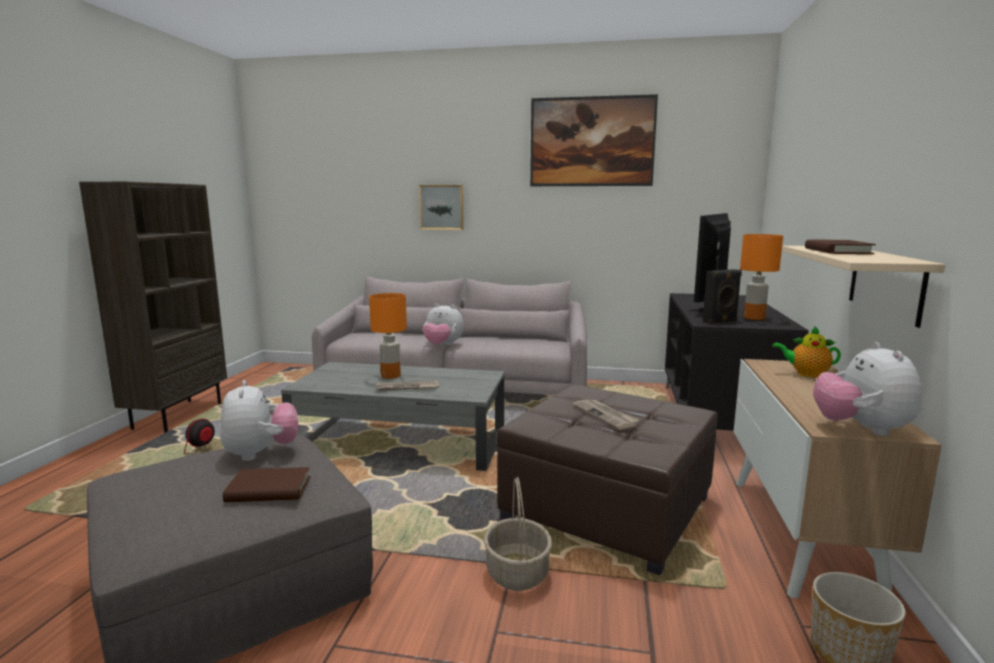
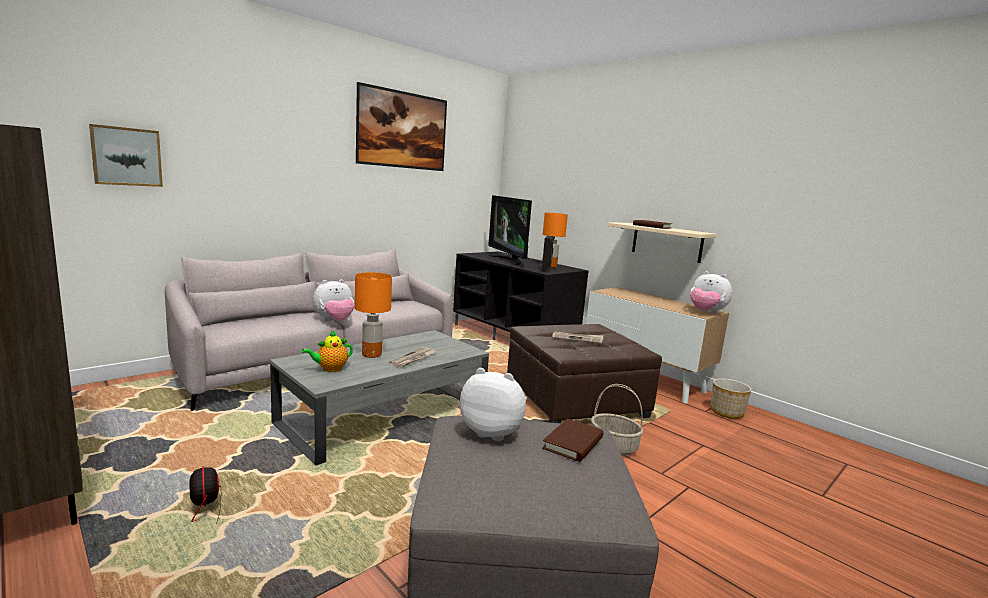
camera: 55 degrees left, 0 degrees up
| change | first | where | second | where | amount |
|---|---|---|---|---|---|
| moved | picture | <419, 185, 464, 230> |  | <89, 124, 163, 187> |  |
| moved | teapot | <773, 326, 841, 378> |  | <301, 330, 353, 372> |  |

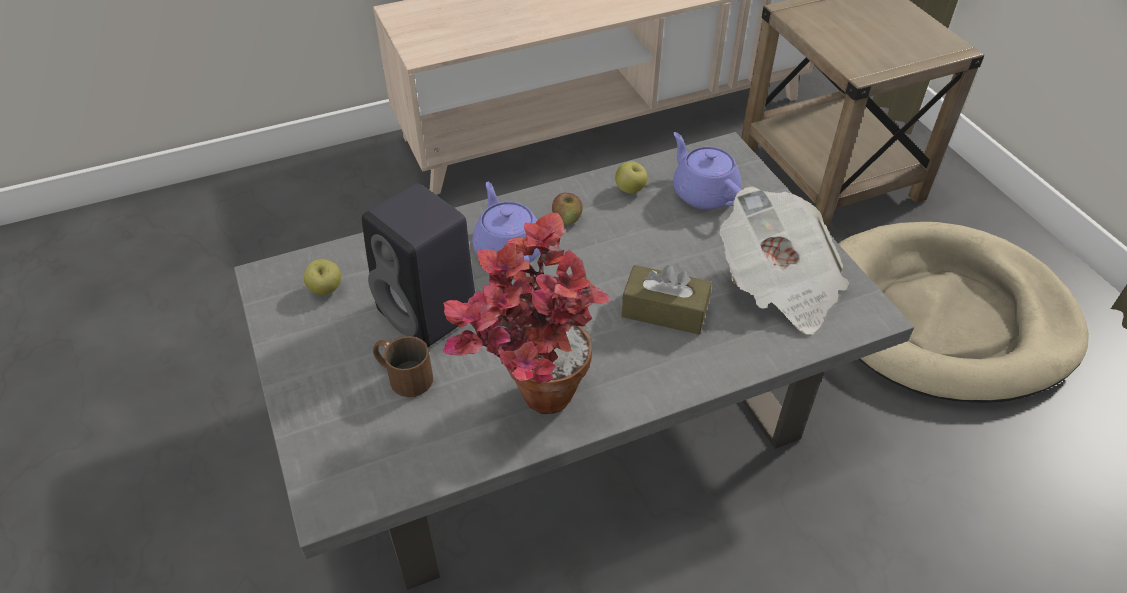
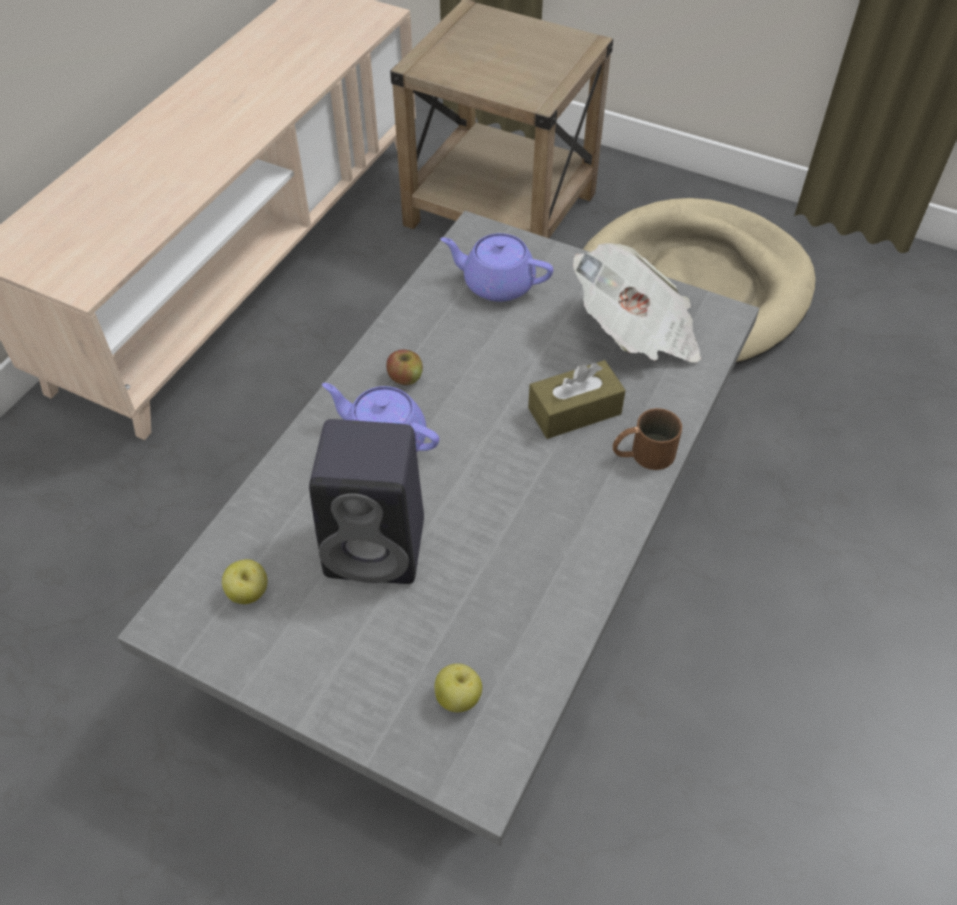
camera: 40 degrees left, 5 degrees up
| change | first | where | second | where | amount |
|---|---|---|---|---|---|
| moved | apple | <615, 161, 647, 194> |  | <435, 663, 482, 712> |  |
| moved | brown_mug | <373, 336, 433, 397> |  | <613, 408, 682, 470> |  |
| removed | potted_plant | <443, 213, 611, 414> |  |  |  |

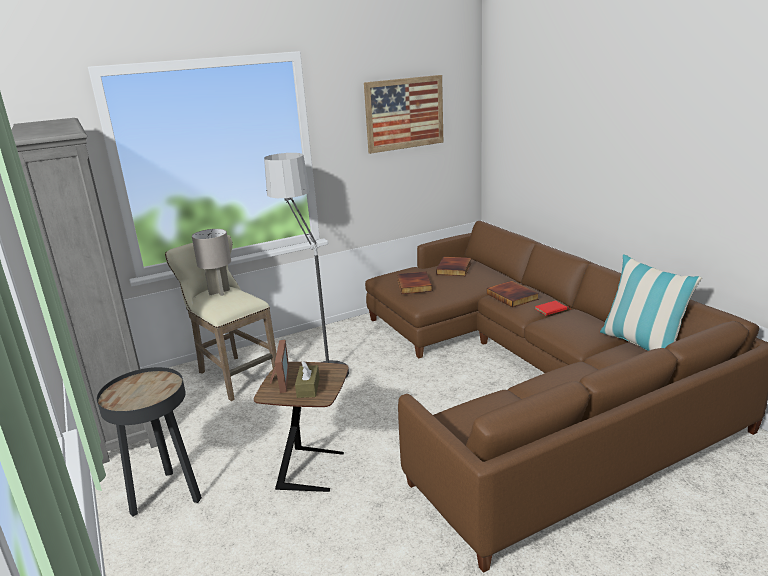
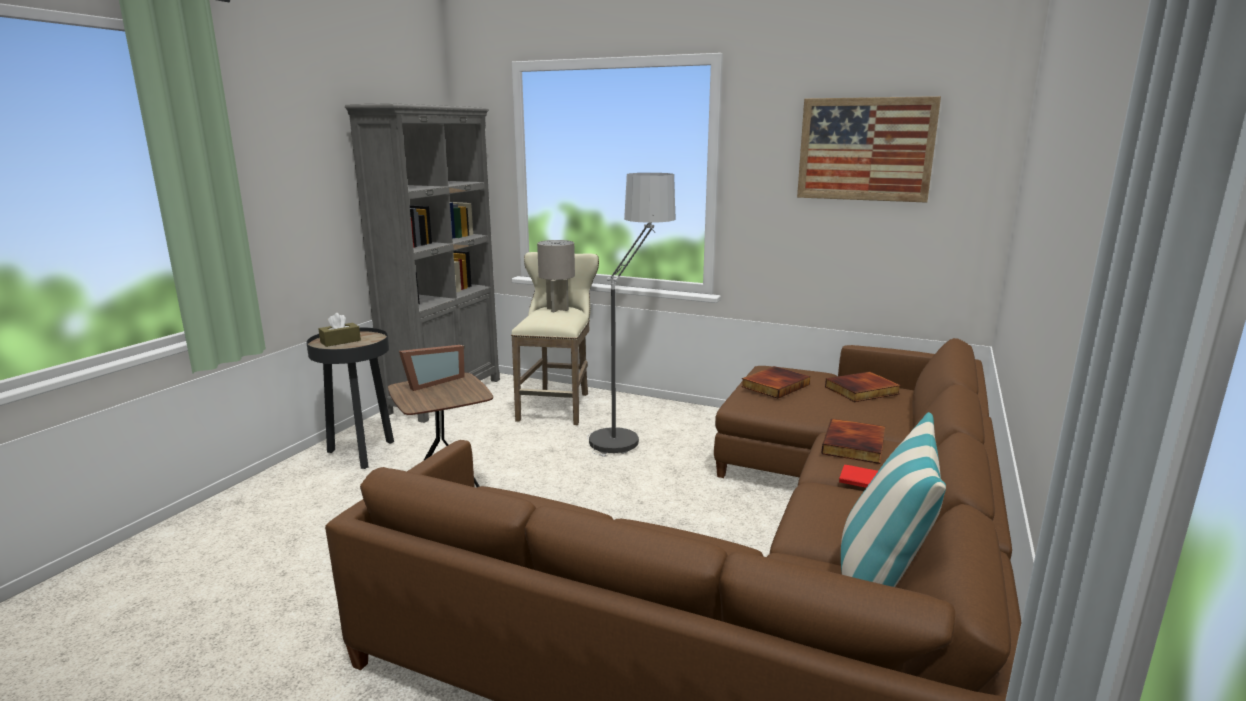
camera: 50 degrees right, 5 degrees down
| change | first | where | second | where | amount |
|---|---|---|---|---|---|
| moved | brown_tissue_box | <295, 361, 320, 398> |  | <319, 313, 361, 347> |  |

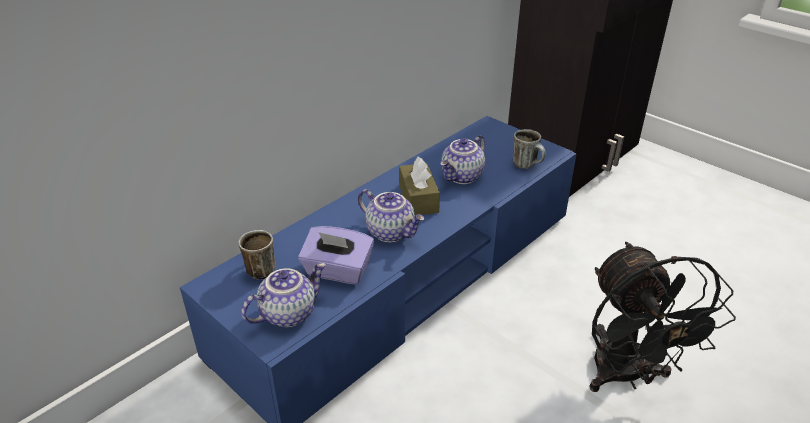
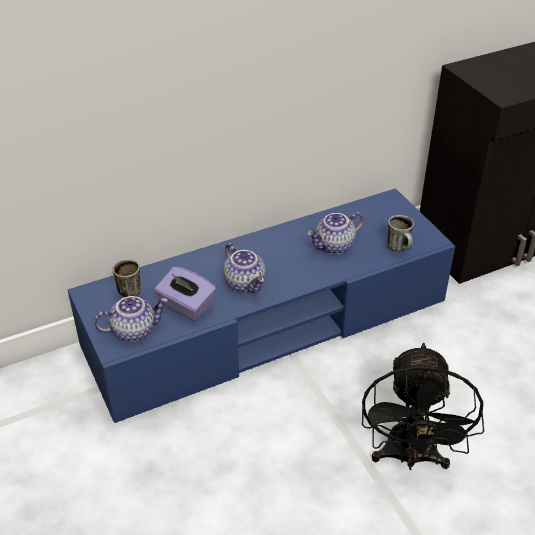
camera: 20 degrees right, 5 degrees up
| change | first | where | second | where | amount |
|---|---|---|---|---|---|
| removed | brown_tissue_box | <399, 157, 440, 216> |  |  |  |

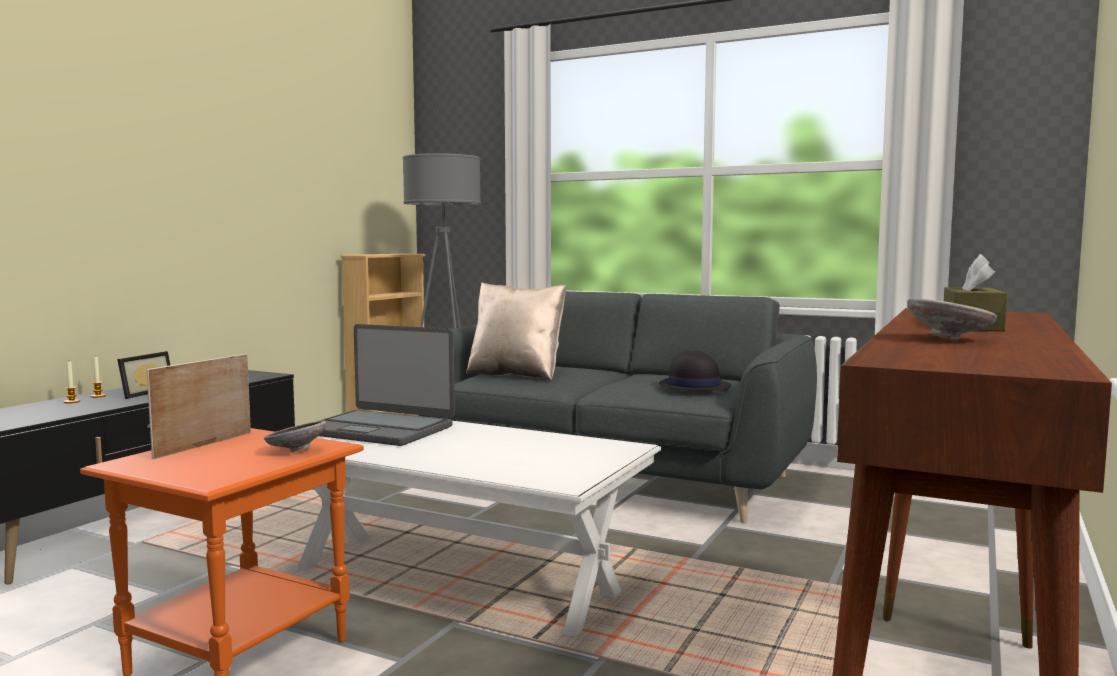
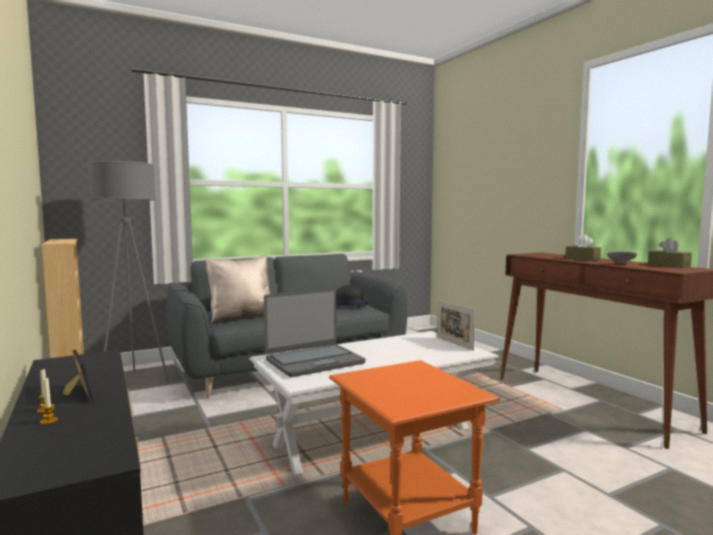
camera: 55 degrees left, 0 degrees up
| change | first | where | second | where | amount |
|---|---|---|---|---|---|
| moved | picture_frame | <147, 354, 251, 459> |  | <437, 300, 475, 351> |  |
| added |  |  | brown_tissue_box | <648, 238, 692, 268> |  |
| removed | grey_bowl | <264, 420, 326, 452> |  |  |  |

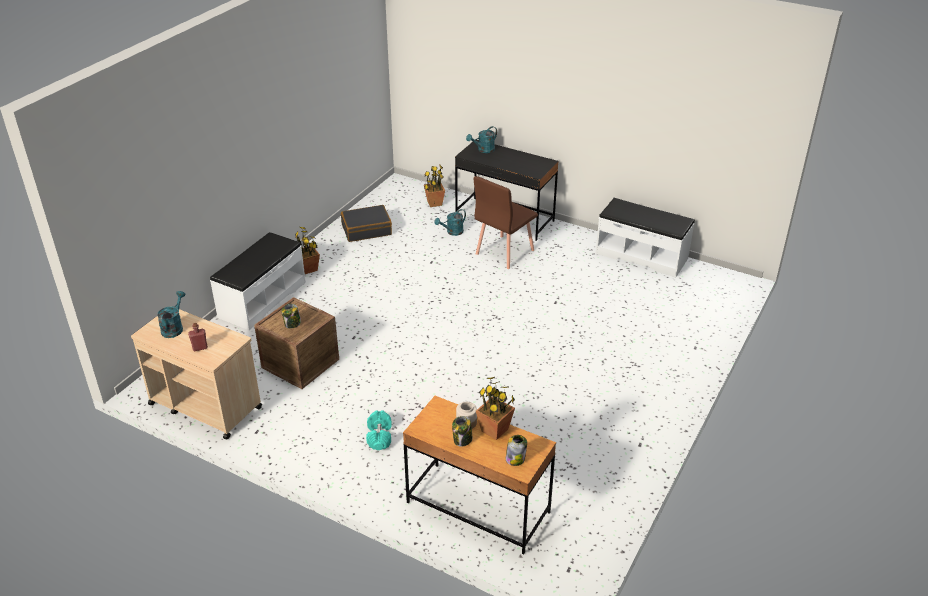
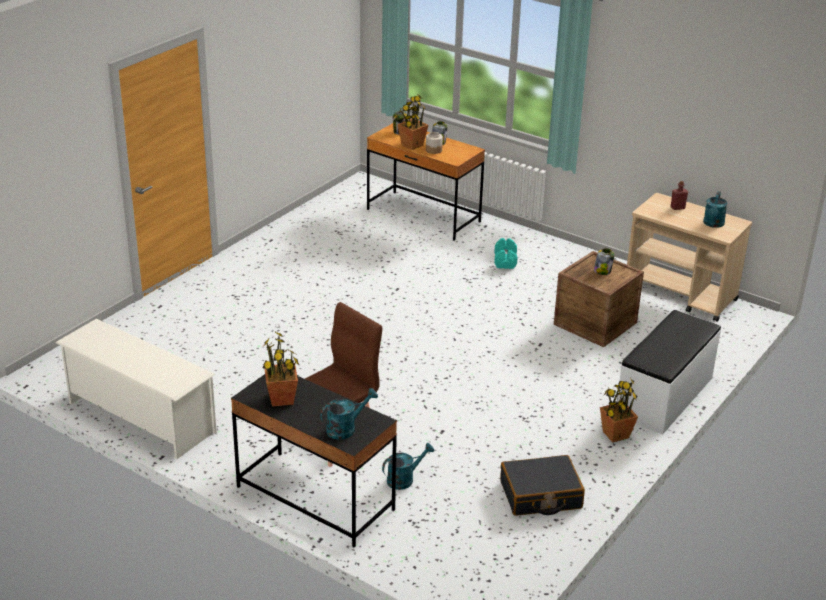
camera: 175 degrees left, 5 degrees down
| change | first | where | second | where | amount |
|---|---|---|---|---|---|
| replaced | white_bench | <596, 198, 695, 278> | white_shoe_rack | <56, 319, 217, 459> |  |
| moved | potted_plant | <424, 165, 445, 207> |  | <263, 331, 299, 406> |  |

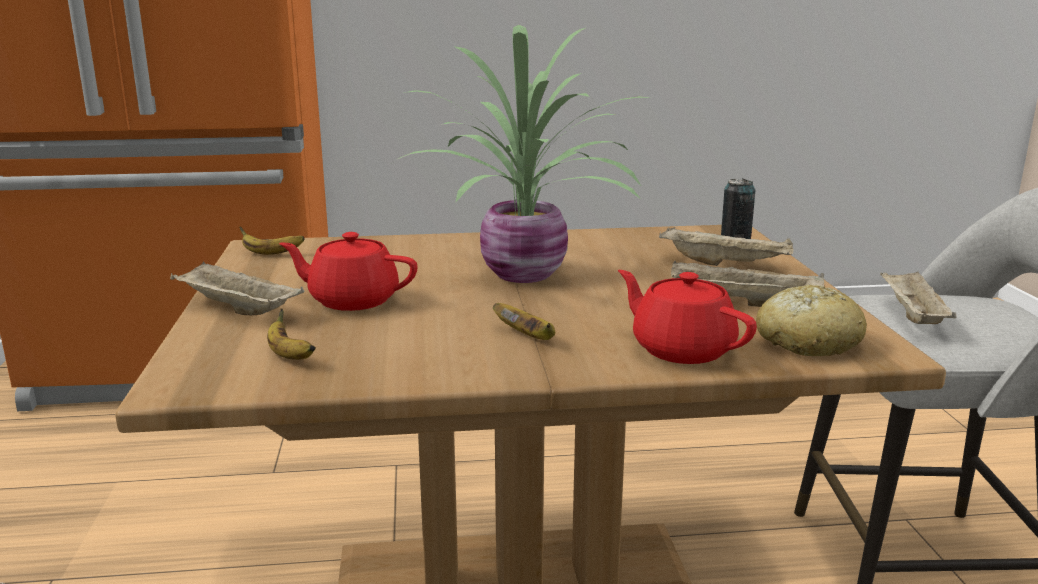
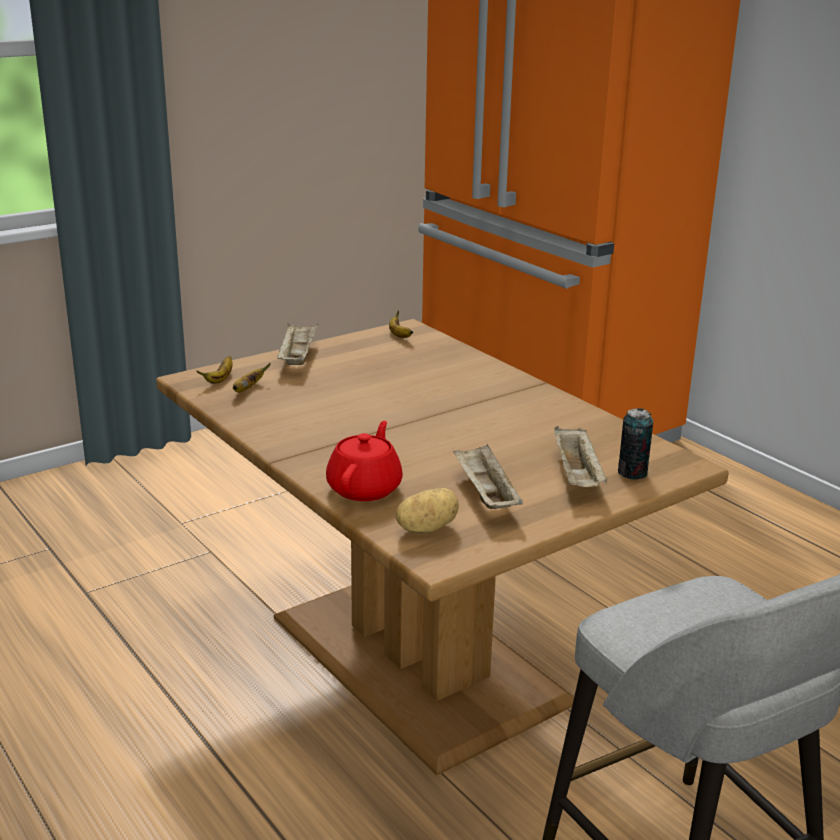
camera: 60 degrees right, 5 degrees up
| change | first | where | second | where | amount |
|---|---|---|---|---|---|
| moved | banana | <493, 303, 555, 340> |  | <197, 356, 233, 383> |  |
| replaced | bread | <756, 284, 867, 356> | potato | <396, 488, 459, 534> |  |
| removed | red_teapot | <279, 232, 418, 311> |  |  |  |
| removed | potted_plant | <388, 25, 651, 283> |  |  |  |
| removed | beige_tray | <880, 272, 957, 324> |  |  |  |

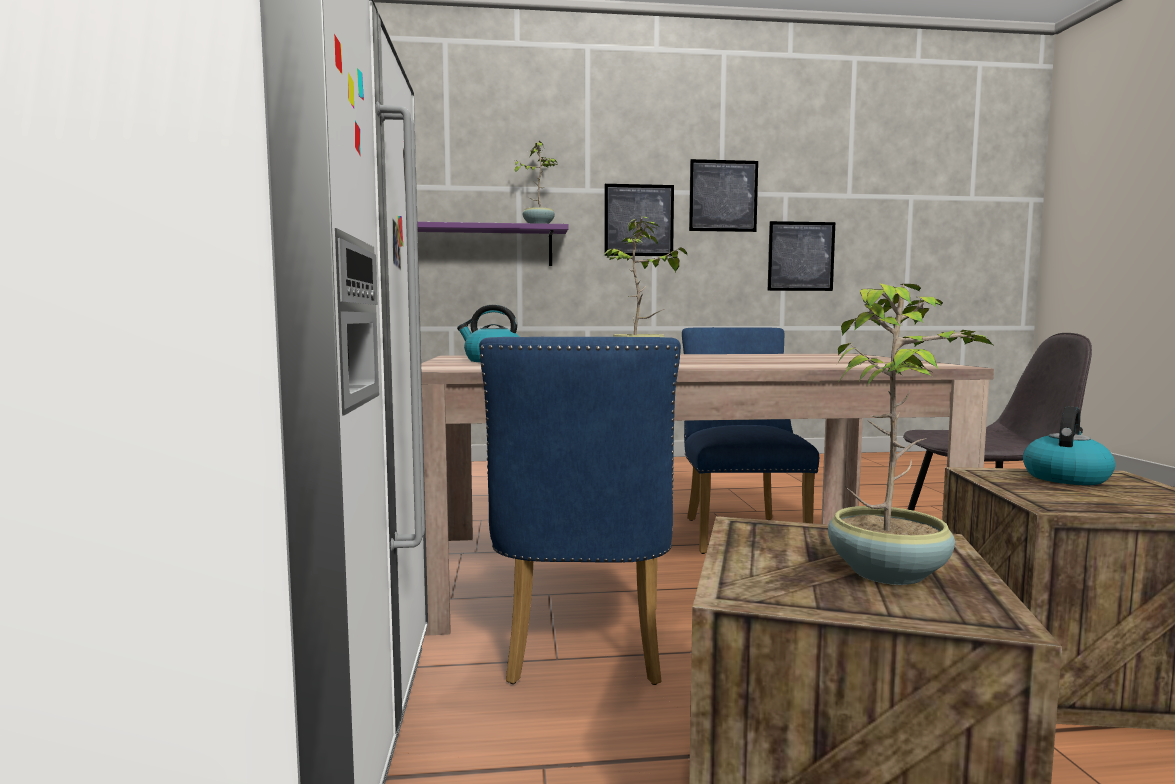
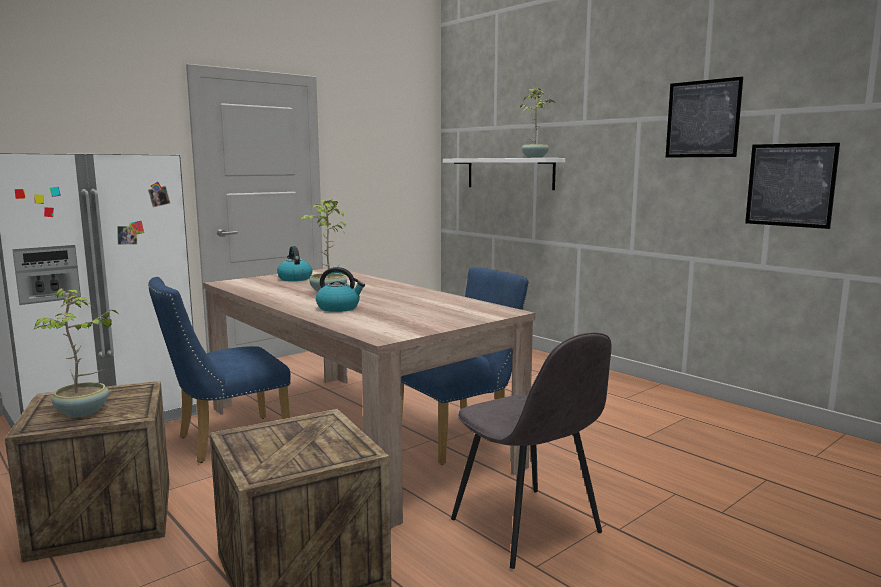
camera: 55 degrees right, 5 degrees up
| change | first | where | second | where | amount |
|---|---|---|---|---|---|
| moved | kettle | <1023, 407, 1115, 485> |  | <316, 267, 365, 312> |  |
| recoloured | purple_shelf | <417, 222, 569, 266> | white_shelf | <443, 158, 565, 190> |  |
| removed | picture | <604, 184, 674, 256> |  |  |  |

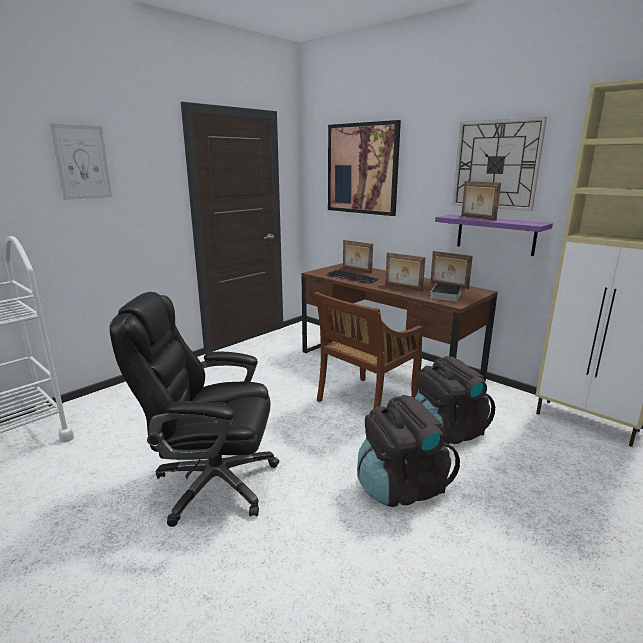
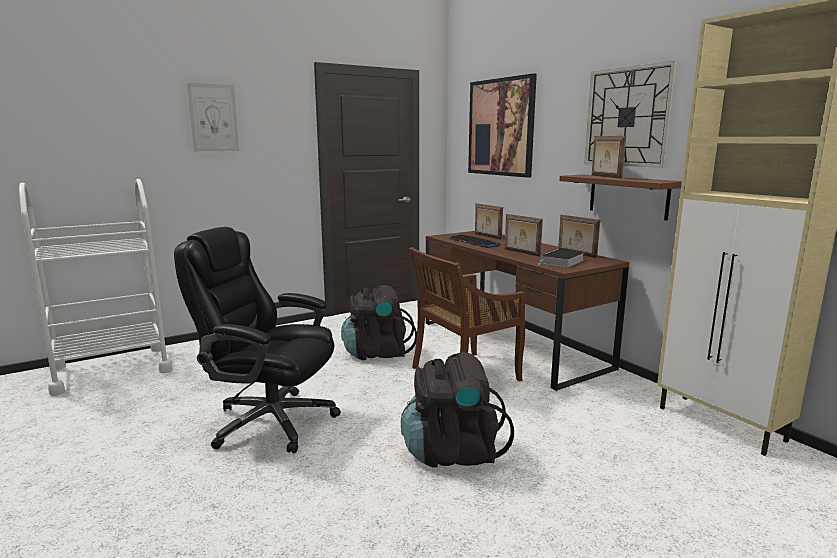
camera: 15 degrees right, 5 degrees down
| change | first | where | second | where | amount |
|---|---|---|---|---|---|
| moved | black_backpack | <415, 356, 495, 444> |  | <341, 285, 417, 360> |  |
| recoloured | purple_shelf | <435, 215, 553, 256> | brown_shelf | <559, 175, 682, 221> |  |

